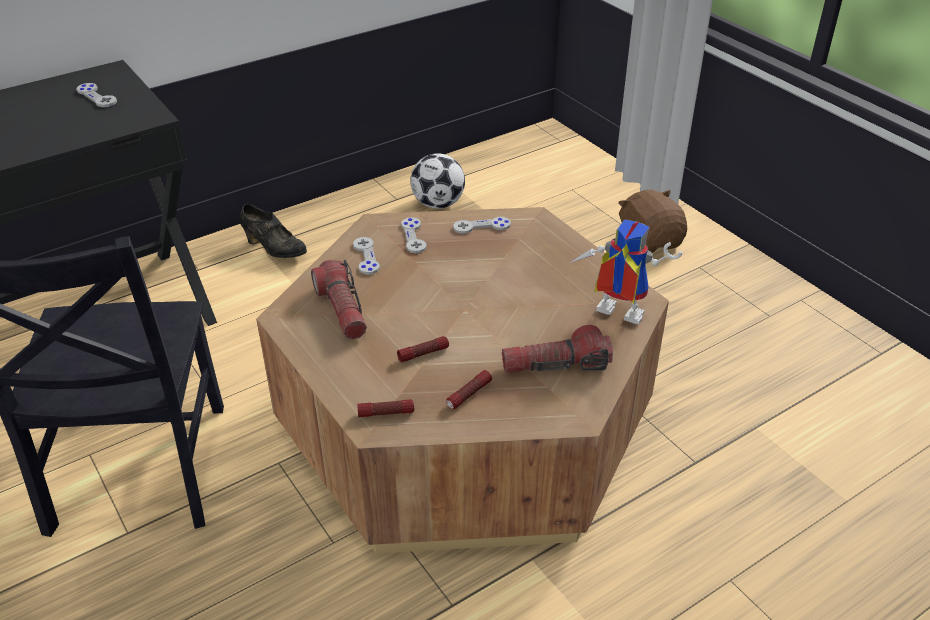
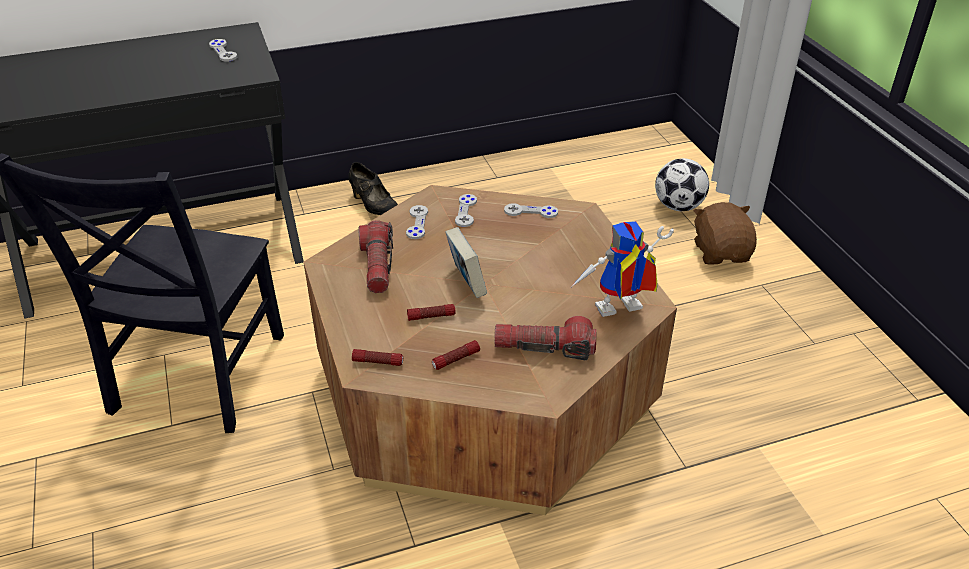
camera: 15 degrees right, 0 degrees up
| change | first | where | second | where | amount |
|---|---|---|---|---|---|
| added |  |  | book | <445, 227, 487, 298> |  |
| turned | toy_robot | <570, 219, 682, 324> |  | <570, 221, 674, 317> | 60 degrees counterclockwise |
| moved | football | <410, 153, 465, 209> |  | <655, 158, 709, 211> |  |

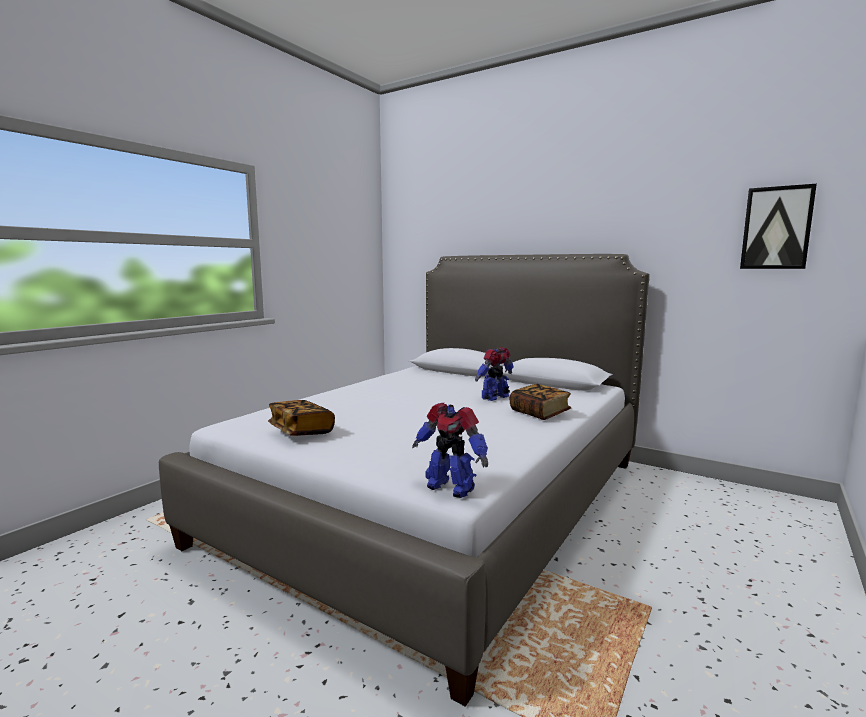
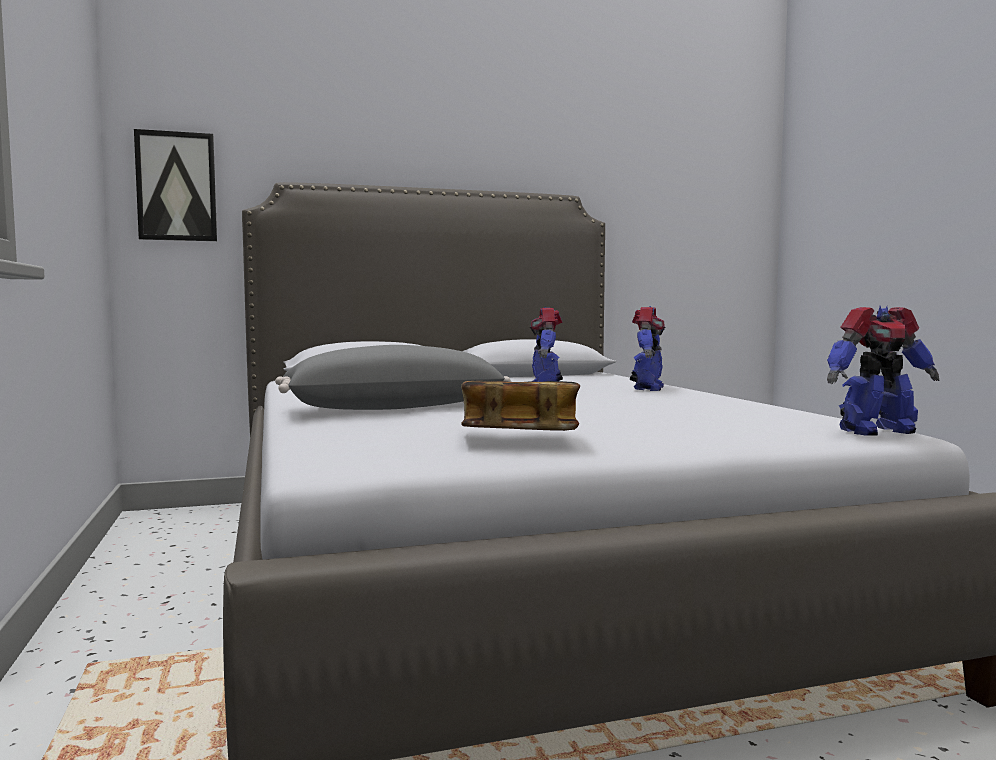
camera: 50 degrees left, 5 degrees down
| change | first | where | second | where | amount |
|---|---|---|---|---|---|
| moved | picture | <740, 184, 817, 269> |  | <134, 129, 217, 241> |  |
| added |  |  | grey_pillow | <275, 345, 511, 410> |  |
| replaced | book | <510, 384, 571, 420> | toy_robot | <630, 306, 665, 391> |  |

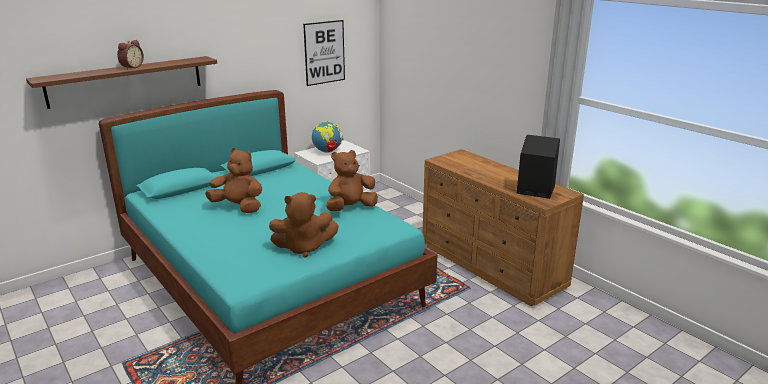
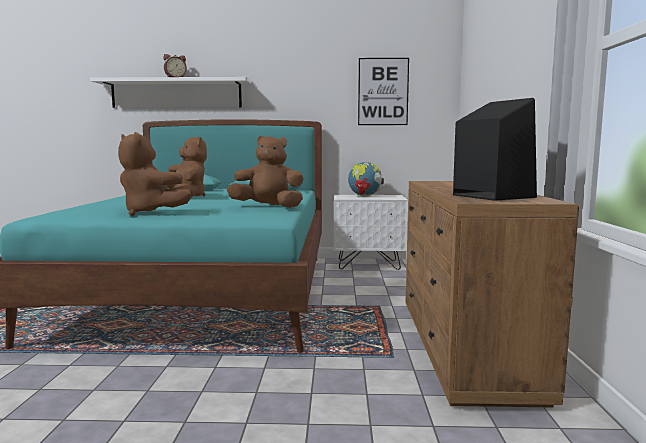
camera: 40 degrees right, 15 degrees down
| change | first | where | second | where | amount |
|---|---|---|---|---|---|
| recoloured | brown_shelf | <26, 56, 217, 109> | white_shelf | <90, 77, 251, 108> |  |

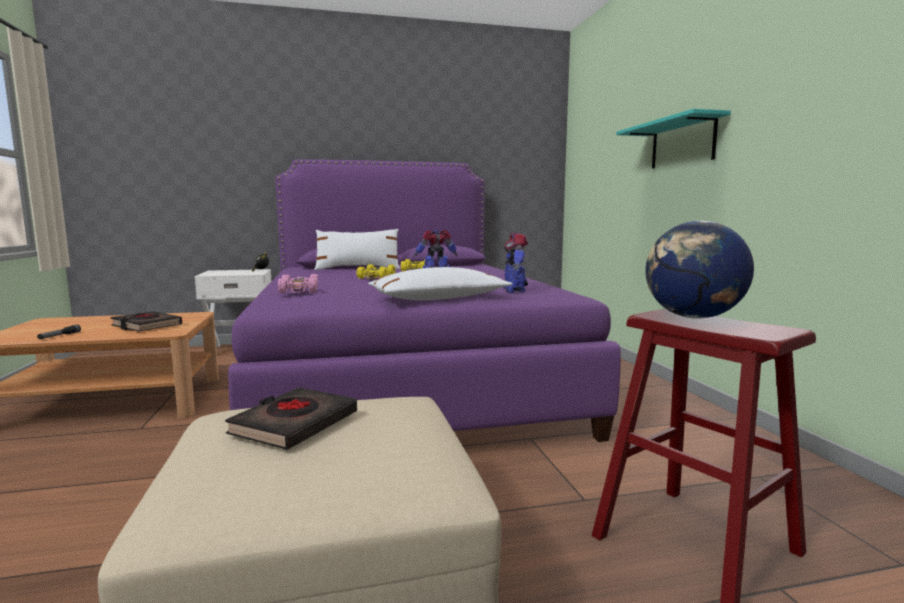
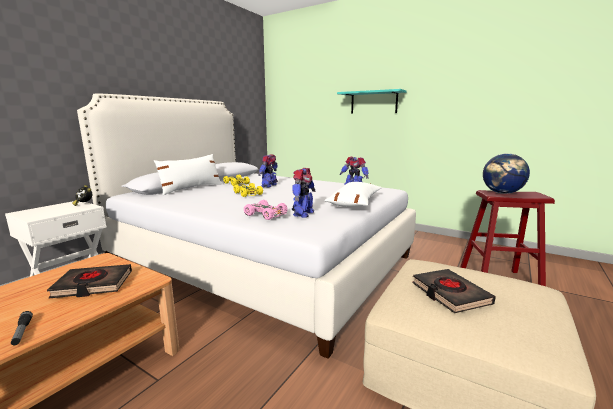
camera: 45 degrees left, 5 degrees up
| change | first | where | second | where | amount |
|---|---|---|---|---|---|
| recoloured | purple_bed | <228, 159, 621, 442> | white_bed | <77, 93, 416, 359> |  |
| added |  |  | toy_robot | <292, 168, 316, 218> |  |

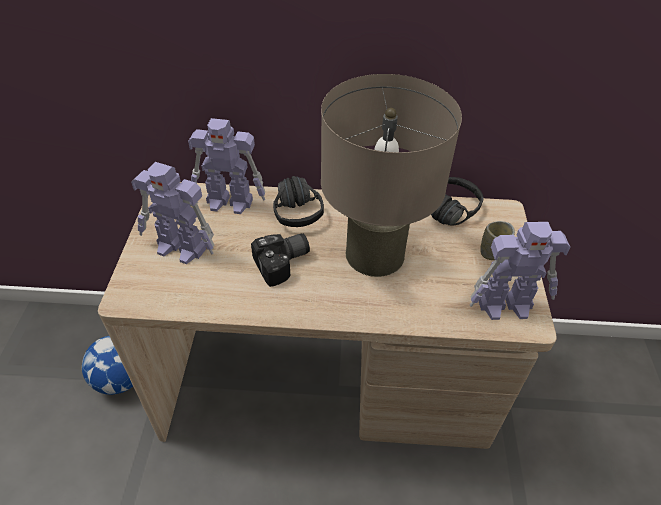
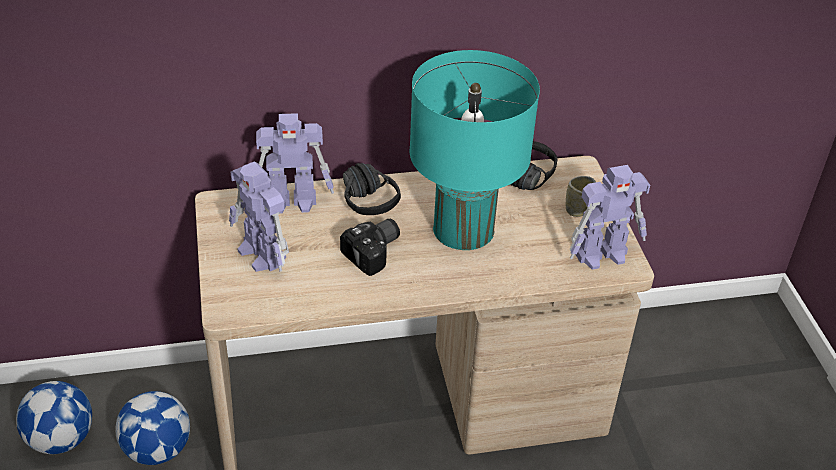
camera: 15 degrees left, 5 degrees down
| change | first | where | second | where | amount |
|---|---|---|---|---|---|
| added |  |  | football | <16, 381, 92, 454> |  |
| turned | toy_robot | <131, 162, 214, 264> |  | <229, 162, 289, 272> | 45 degrees clockwise |
| recoloured | beige_table_lamp | <321, 74, 462, 277> | turquoise_table_lamp | <410, 50, 540, 250> |  |

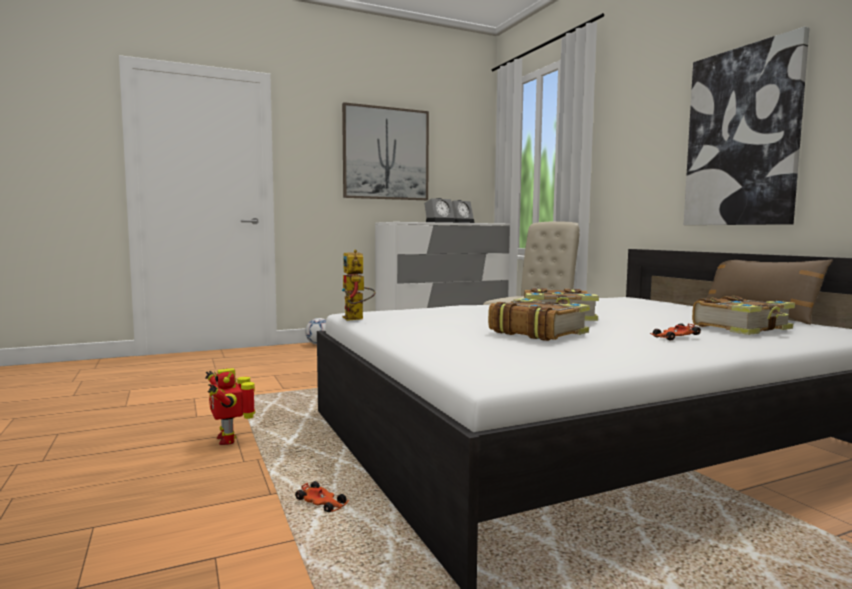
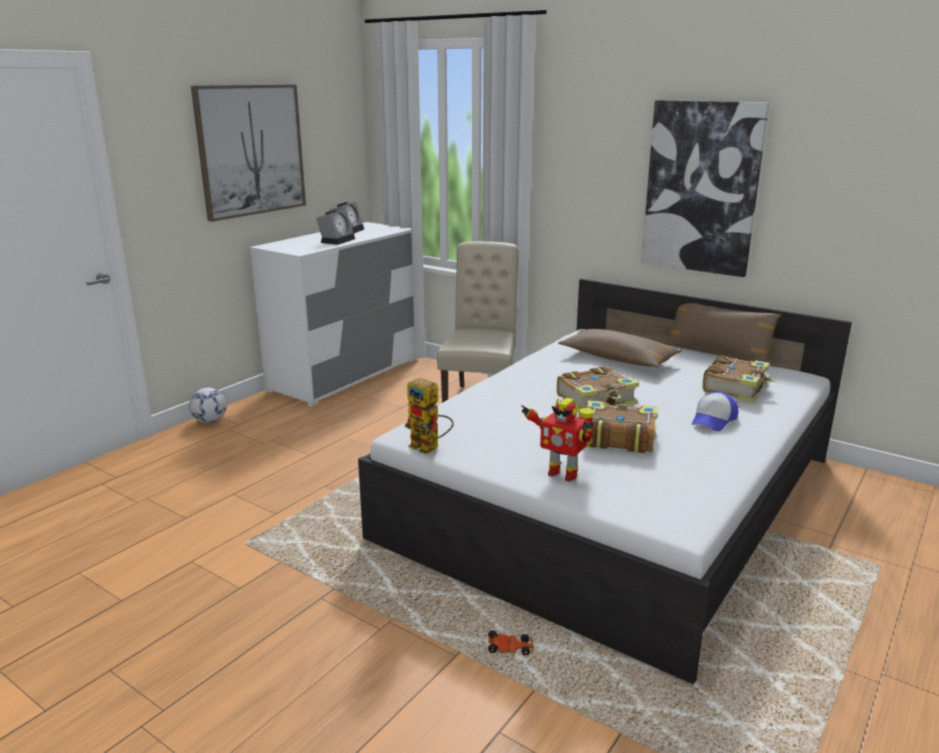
camera: 30 degrees left, 15 degrees up
| change | first | where | second | where | amount |
|---|---|---|---|---|---|
| moved | toy_robot | <205, 368, 255, 445> |  | <521, 398, 594, 481> |  |
| added |  |  | brown_pillow | <558, 329, 682, 367> |  |
| replaced | toy_car | <650, 323, 701, 340> | cap | <692, 392, 738, 431> |  |

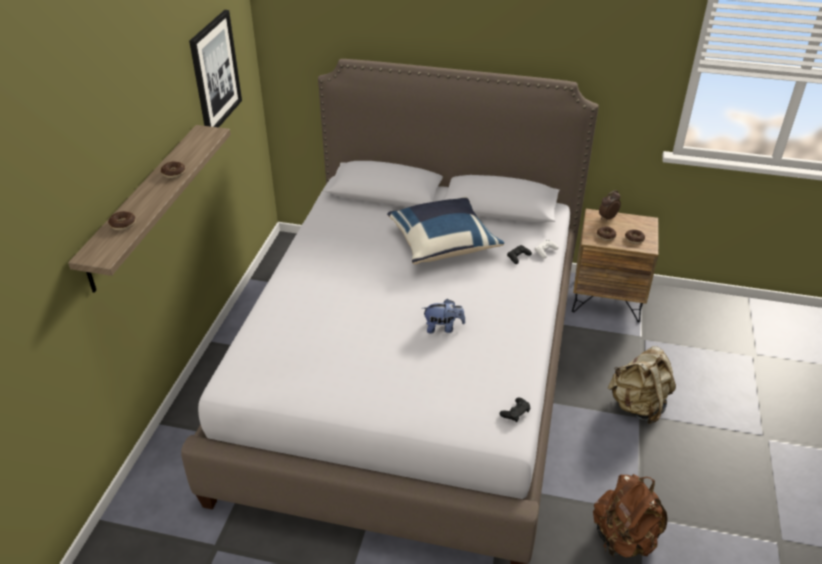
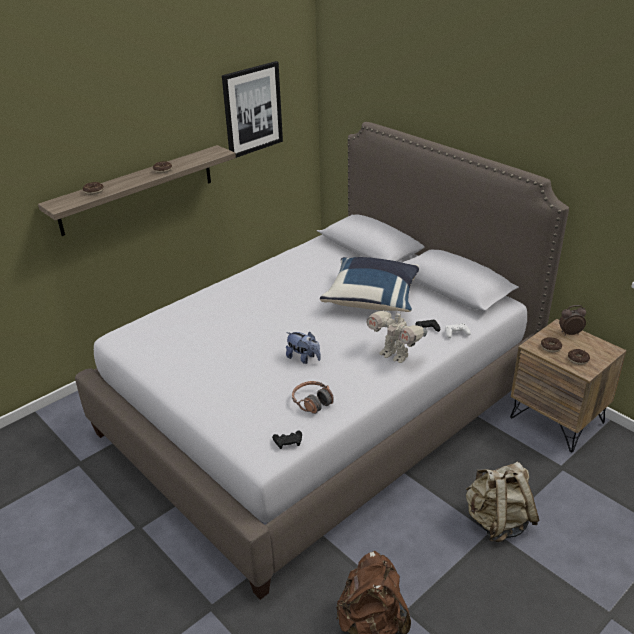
camera: 35 degrees right, 5 degrees down
| change | first | where | second | where | amount |
|---|---|---|---|---|---|
| added |  |  | headphones | <292, 381, 334, 414> |  |
| added |  |  | toy_robot | <367, 308, 427, 363> |  |

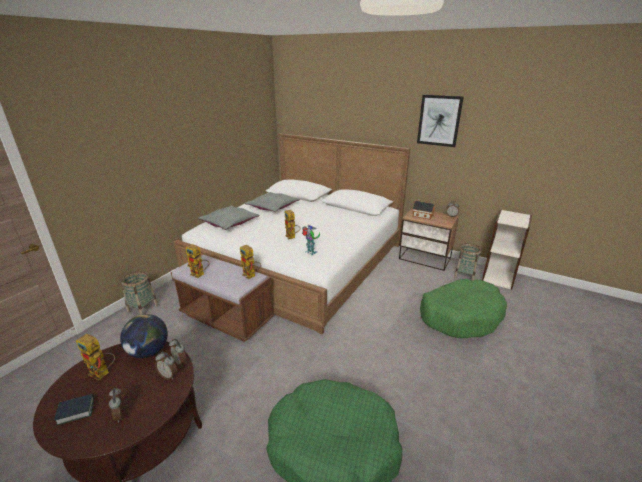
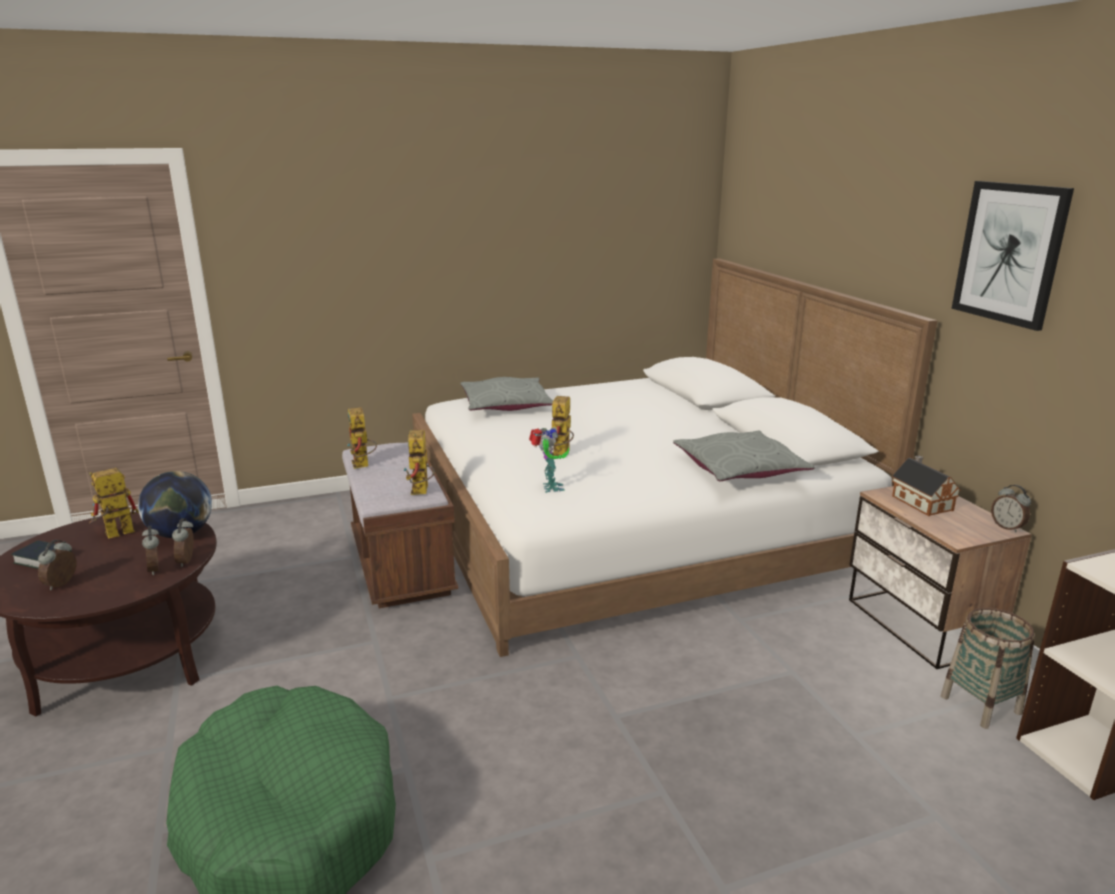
camera: 40 degrees right, 5 degrees down
| change | first | where | second | where | amount |
|---|---|---|---|---|---|
| turned | toy_robot | <76, 334, 115, 381> |  | <89, 468, 139, 538> | 75 degrees clockwise |
| moved | grey_pillow | <245, 192, 300, 212> |  | <673, 431, 815, 481> |  |
| removed | basket | <121, 272, 159, 315> |  |  |  |
| removed | green_dog_bed | <420, 279, 507, 338> |  |  |  |

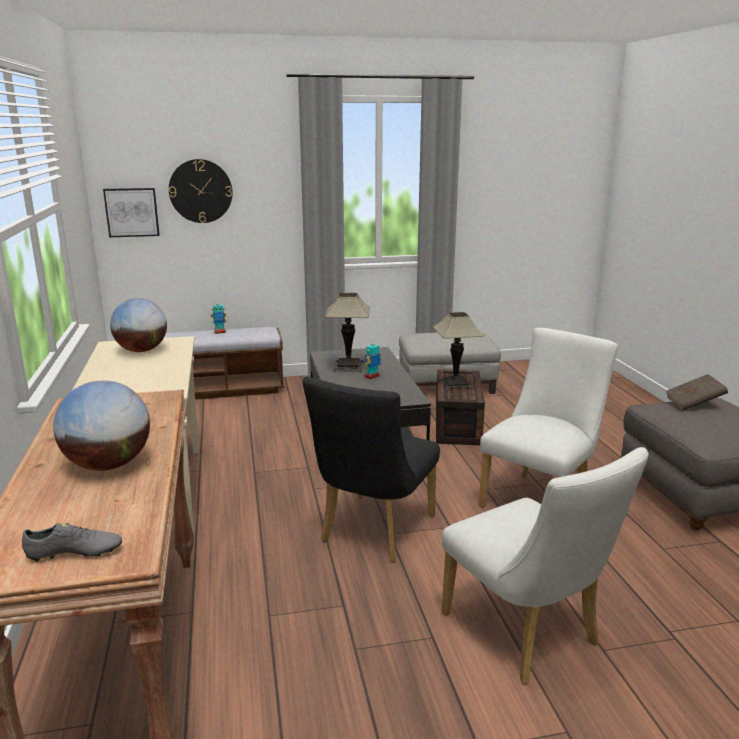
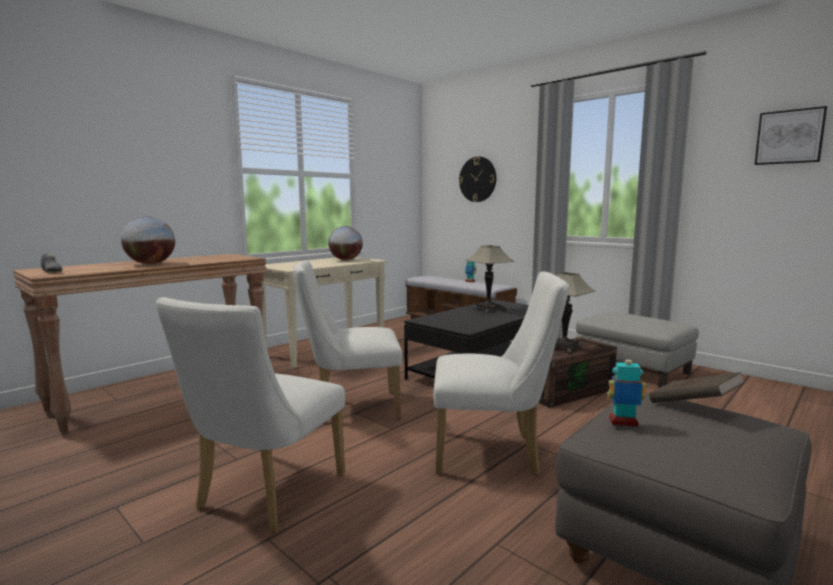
camera: 55 degrees right, 10 degrees down
| change | first | where | second | where | amount |
|---|---|---|---|---|---|
| recoloured | black_chair | <303, 376, 440, 562> | white_chair | <293, 261, 402, 420> |  |
| moved | toy_robot | <364, 341, 382, 379> |  | <607, 353, 646, 427> |  |
| moved | picture | <103, 188, 160, 237> |  | <755, 106, 827, 165> |  |

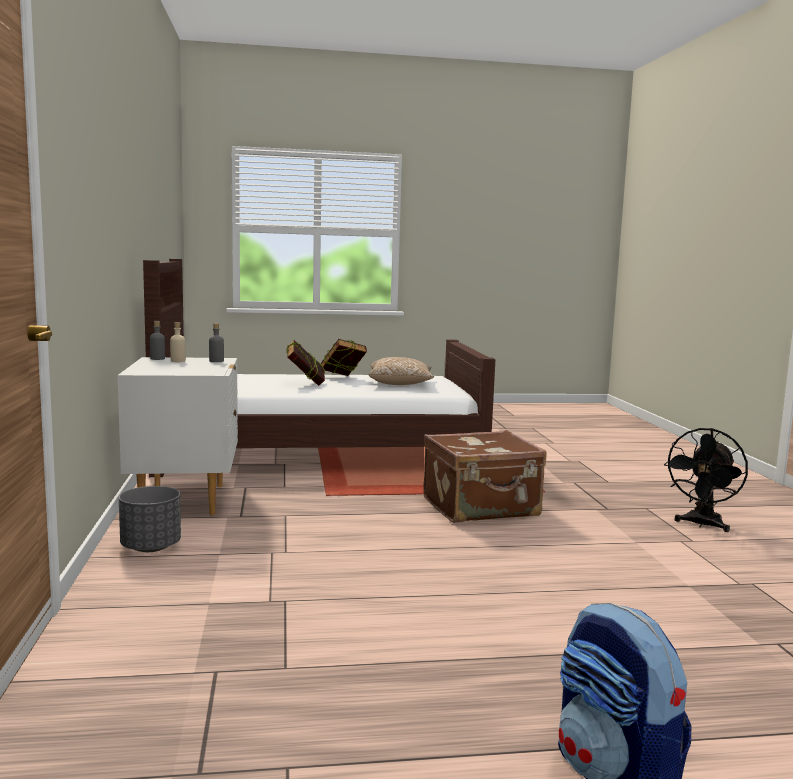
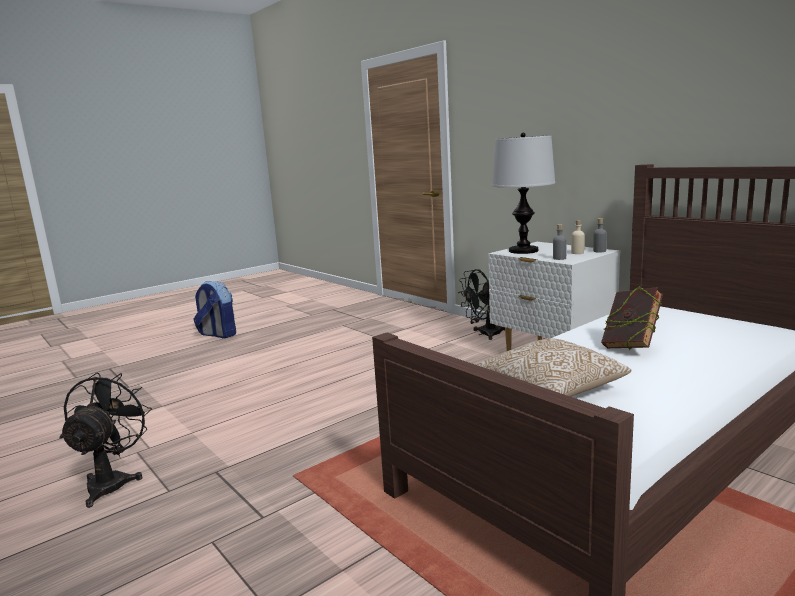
camera: 150 degrees right, 5 degrees up
| change | first | where | second | where | amount |
|---|---|---|---|---|---|
| replaced | grey_planter | <119, 486, 181, 552> | black_fan | <458, 269, 505, 340> |  |
| added |  |  | table_lamp | <492, 133, 555, 254> |  |
| removed | book | <321, 339, 367, 376> |  |  |  |
| removed | brown_suitcase | <424, 430, 546, 523> |  |  |  |

